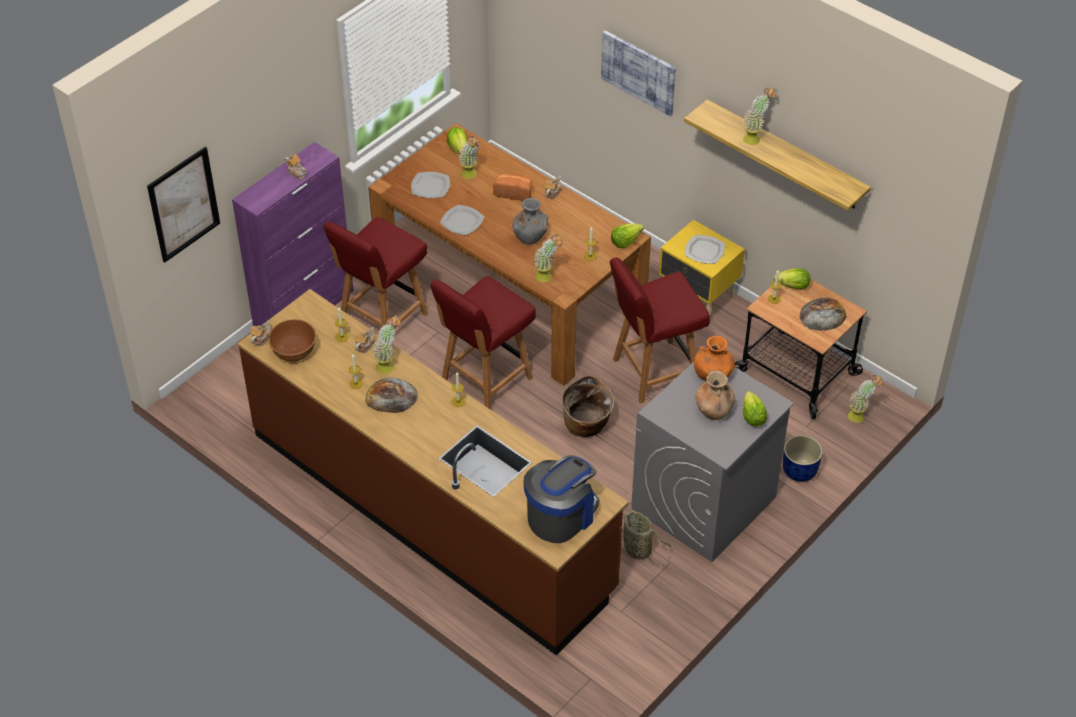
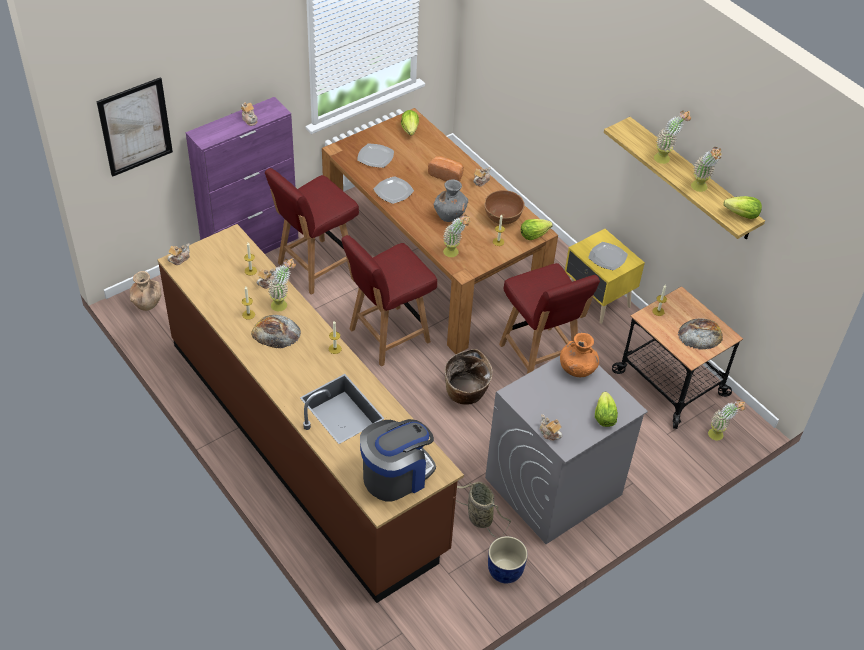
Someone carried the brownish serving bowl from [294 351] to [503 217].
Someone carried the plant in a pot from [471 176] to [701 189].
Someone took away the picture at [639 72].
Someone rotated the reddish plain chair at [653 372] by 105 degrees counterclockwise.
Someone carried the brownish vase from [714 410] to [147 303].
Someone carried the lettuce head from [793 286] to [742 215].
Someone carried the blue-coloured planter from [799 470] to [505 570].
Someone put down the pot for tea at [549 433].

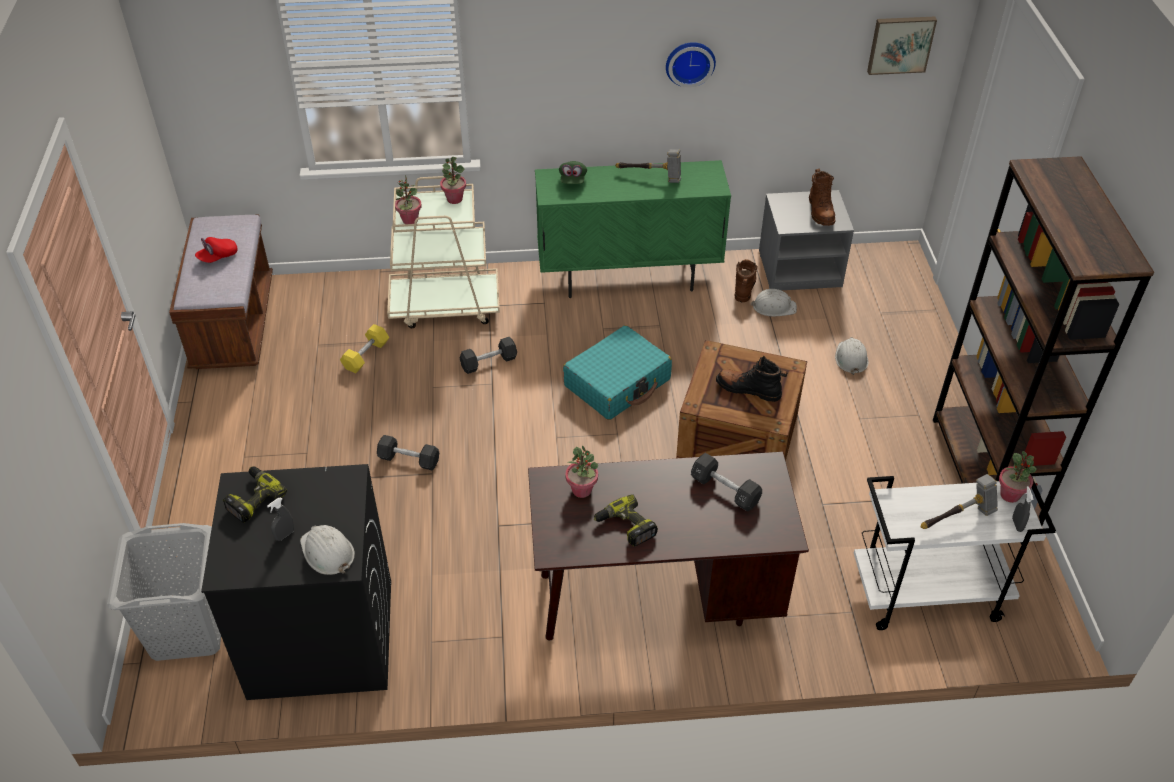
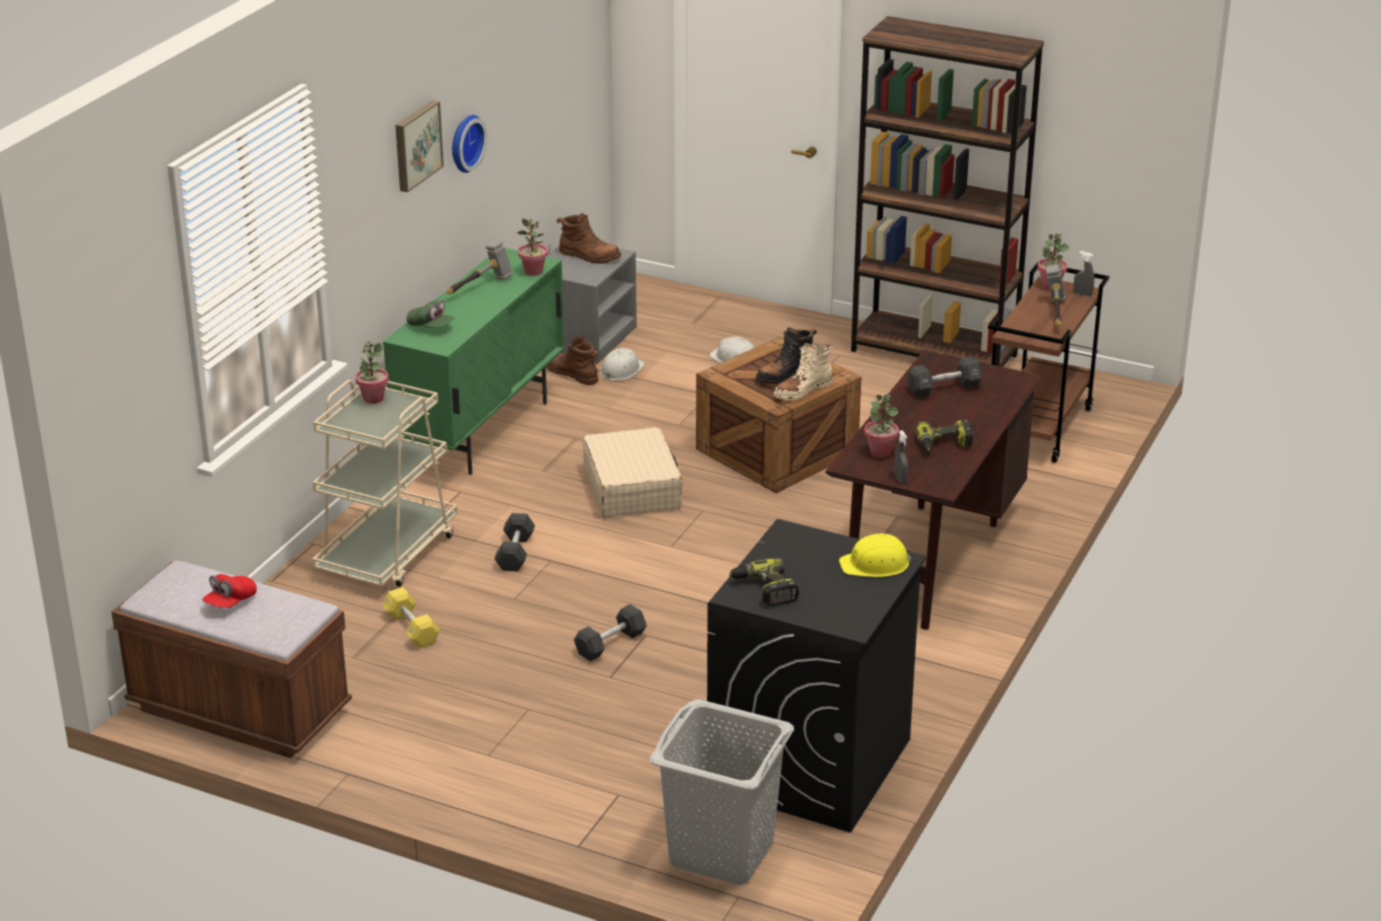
Someone rotated the reddish peaked cap at [218 257] by 45 degrees clockwise.
Someone carried the gray hand sprayer from [285 535] to [900 479].
Someone repainted the whitish safety helmet at [327 552], which became the yellowish safety helmet at [875 564].
Someone carried the plant in a pot from [410 220] to [533 272].
Someone repainted the turquoise suitcase at [617 383], which became the beige suitcase at [632 488].
Someone repainted the whitish cart at [926 595], which became the brownish cart at [1038 429].
Someone carried the picture from [900 44] to [416 145].
Someone put down the beige boot at [802 390].

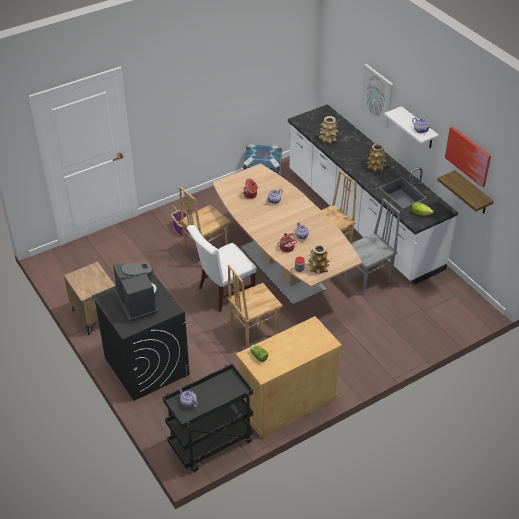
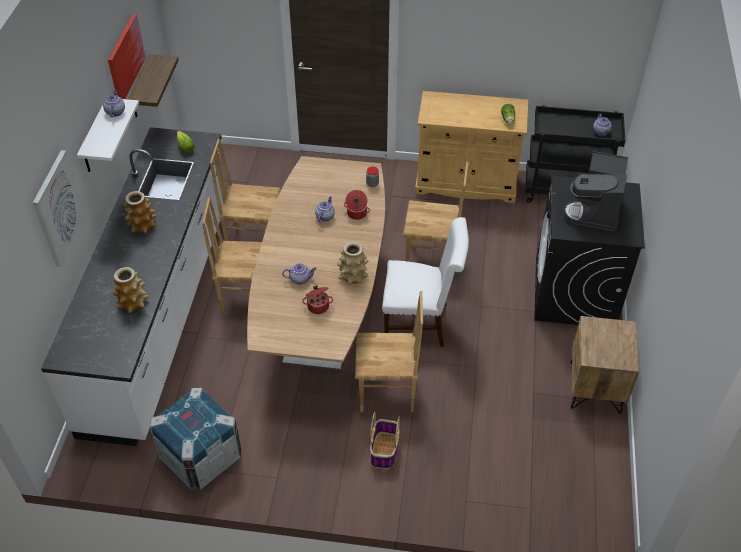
Someone carried the vase from [318 268] to [353 276].
Someone repainted the gray plain chair at [368 280], which became the brownish plain chair at [253 241].

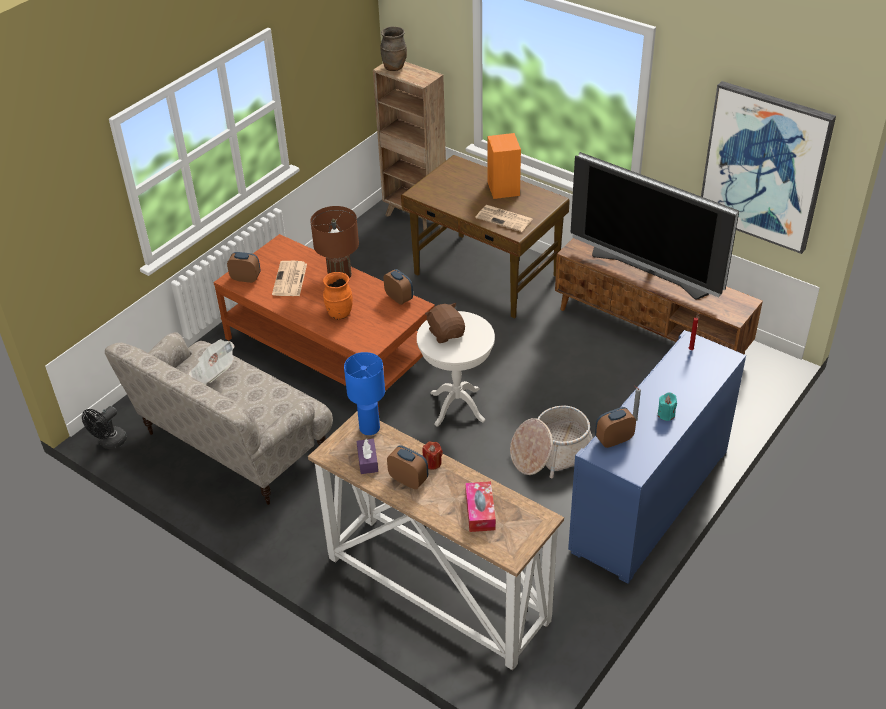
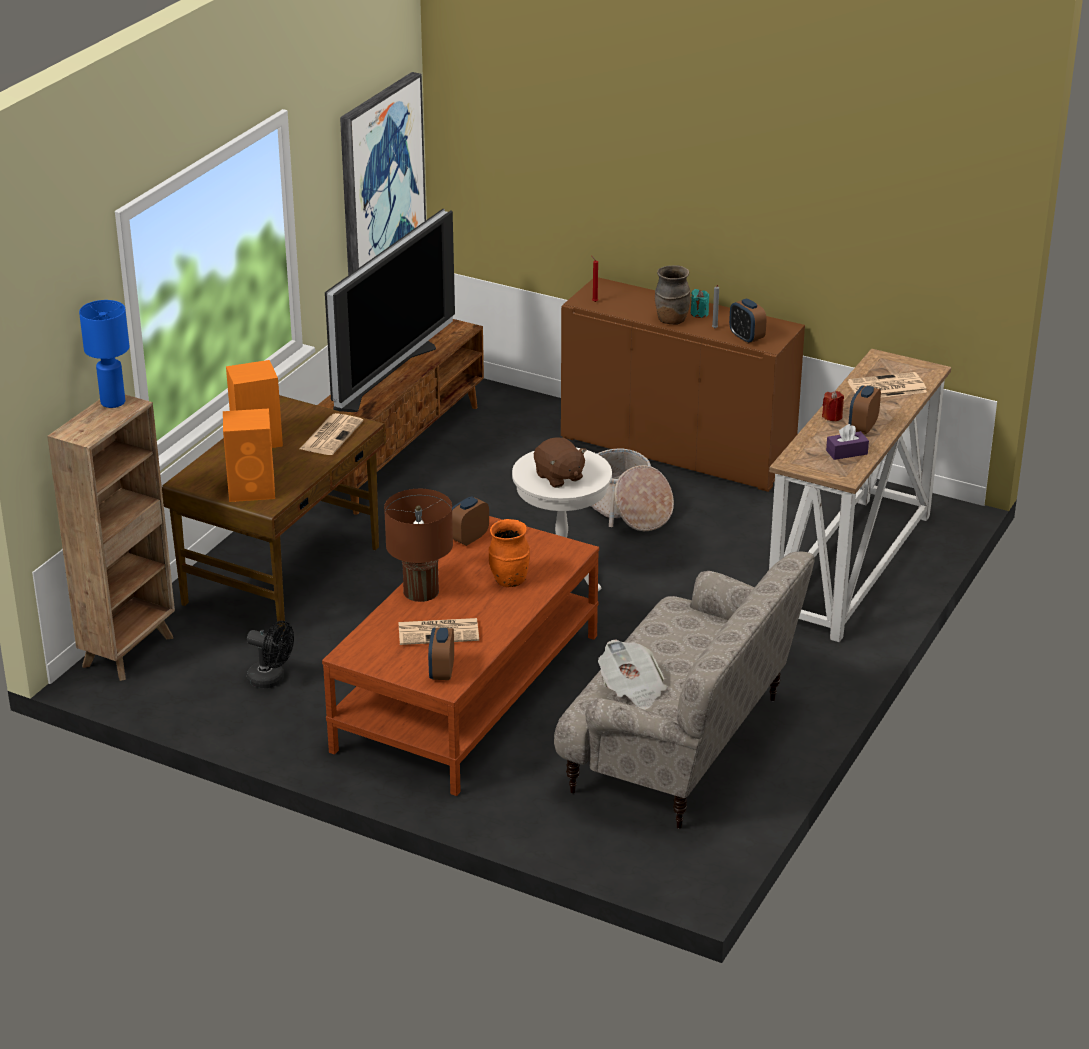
Someone carried the blackish cooling fan from [110 443] to [271 679].
Someone carried the blue-coloured tabletop lamp from [370 428] to [113 402].
Someone carried the brownish vase from [394 67] to [671 320].
Someone rotated the brownish soft toy at [446 333] by 90 degrees counterclockwise.
Someone swapped the tissue box at [480 511] for the daily paper at [886 387].
Someone repainted the blue-coloured cabinet at [650 500], which became the brownish cabinet at [677 449].
Someone put down the orange-coloured speaker at [253 489].

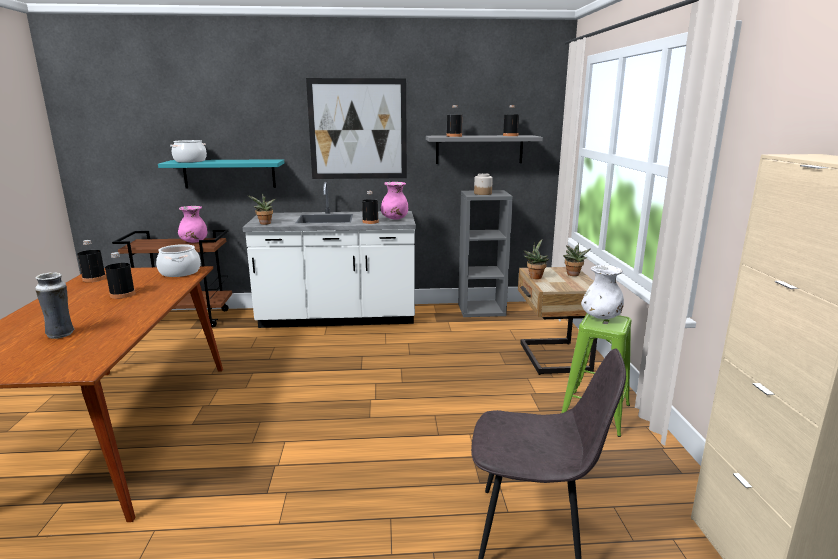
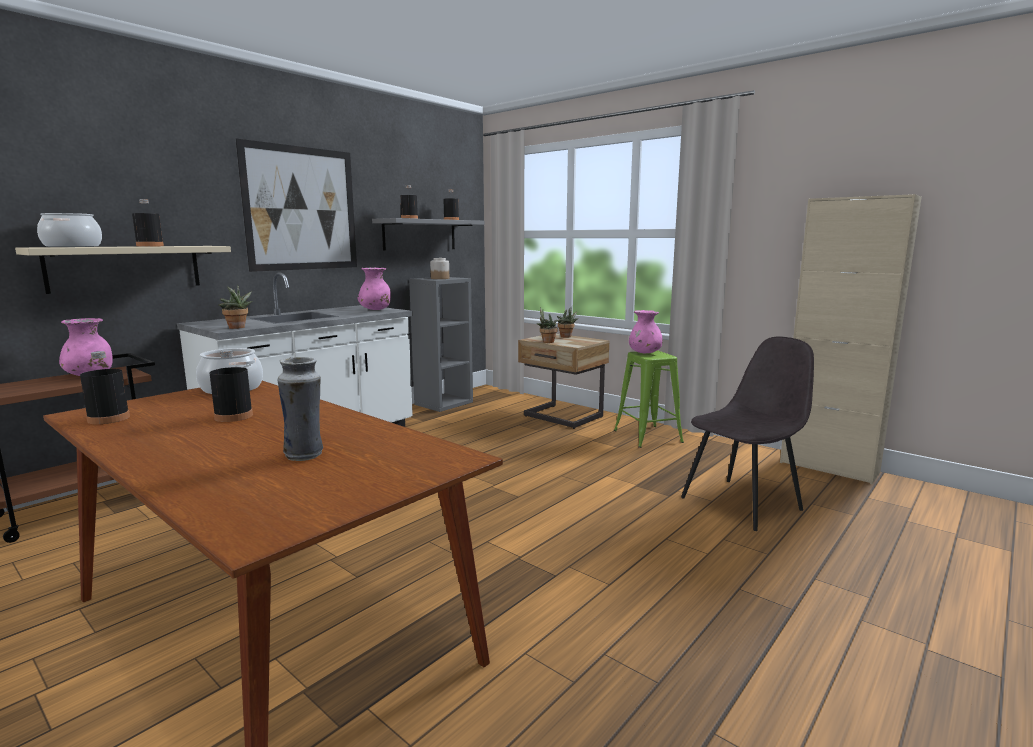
Someone repainted the turquoise bracket shelf at [229 173], which became the beige bracket shelf at [125 268].
Someone carried the blackish drink bottle from [370 222] to [150 246].
Someone repainted the whitish vase at [601 317], which became the pink vase at [644 353].

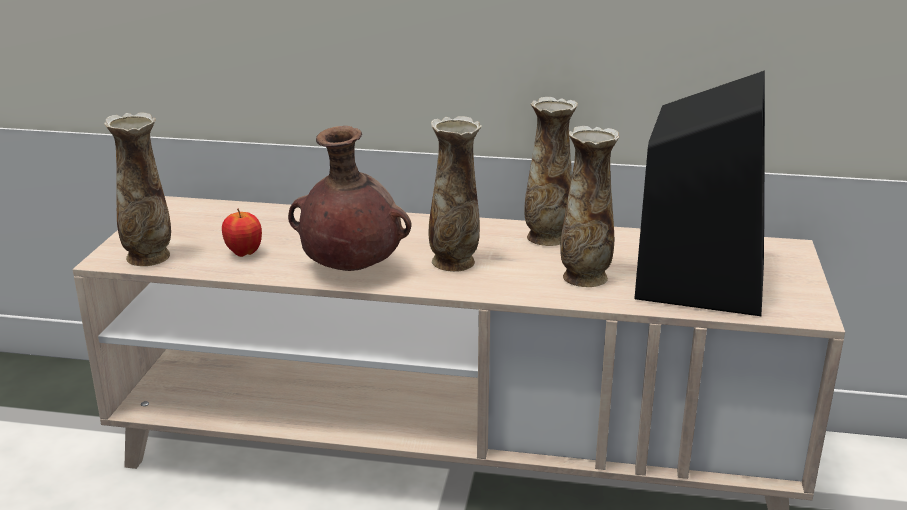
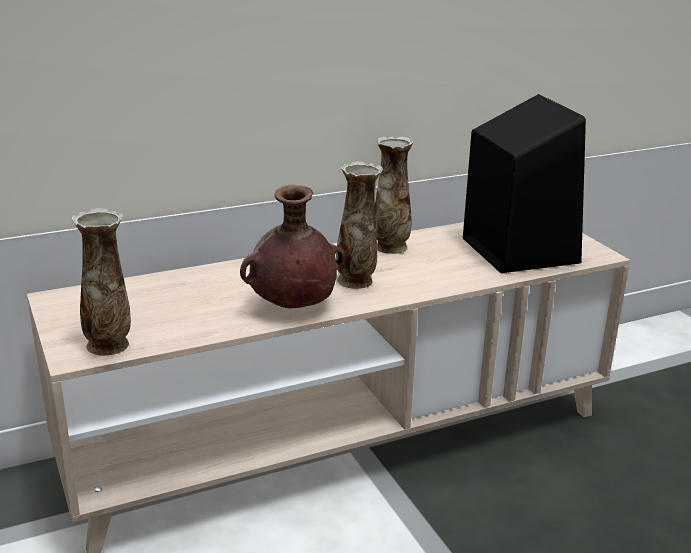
Someone took away the apple fruit at [244 253].
Someone took away the vase at [585 277].

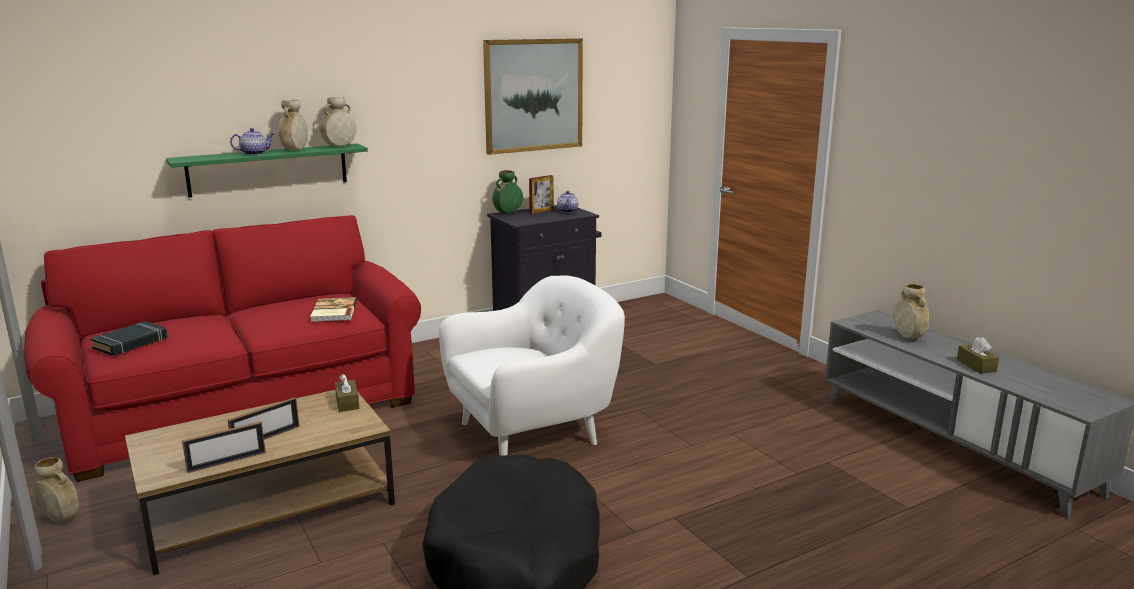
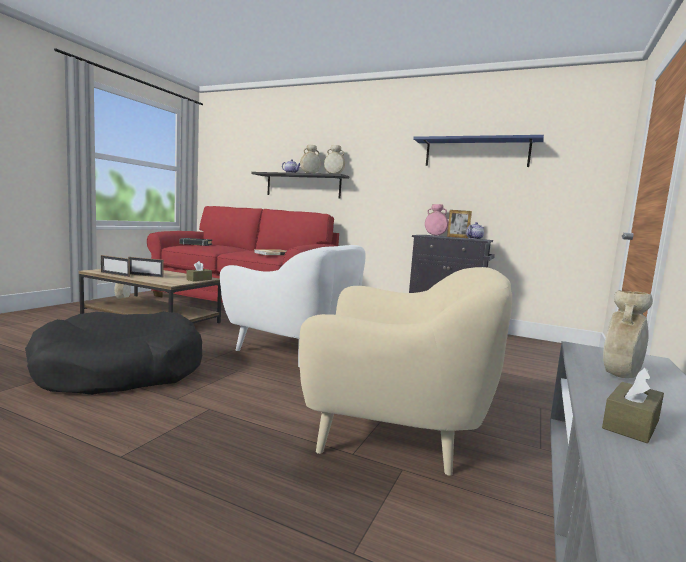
Someone repainted the green-coloured bracket shelf at [268 169], which became the blackish bracket shelf at [303 185].
Someone swapped the picture at [533 95] for the blue-coloured bracket shelf at [476 153].
Someone repainted the green-coloured vase at [508 213], which became the pink vase at [435 235].
Someone put down the beige armchair at [394 432].

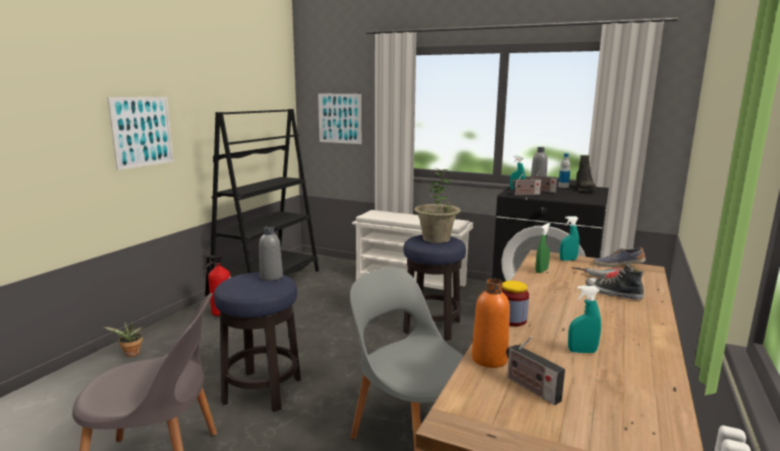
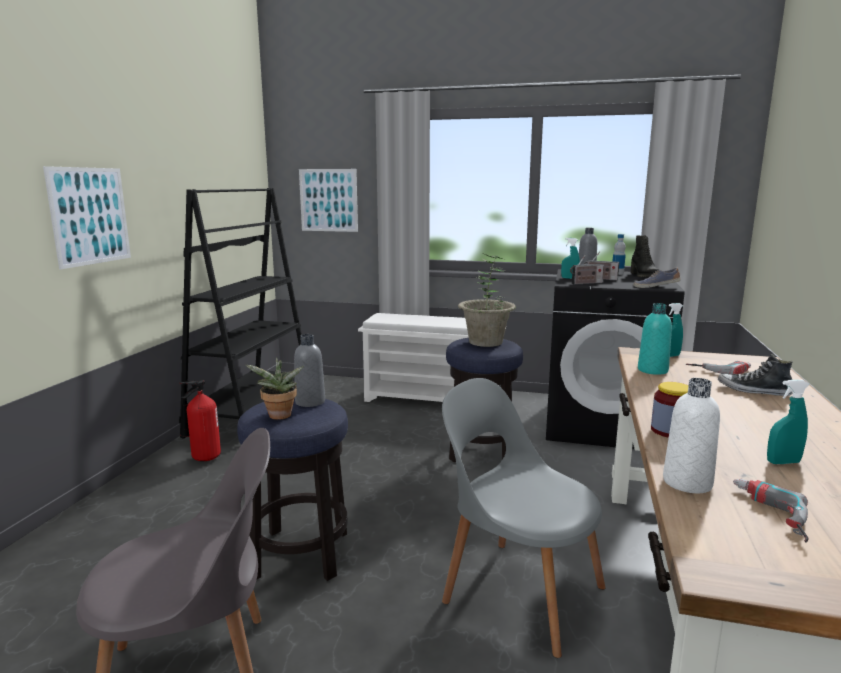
Someone carried the plant in a pot from [131 355] to [279 417].
Someone repainted the orange-coloured drink bottle at [489 359], which became the whitish drink bottle at [687 482].
Someone swapped the radio set at [530 388] for the electric drill at [766 514].
Someone swapped the green-coloured hand sprayer at [541 271] for the turquoise drink bottle at [652 370].
Someone carried the item of footwear from [617 265] to [655 286].

